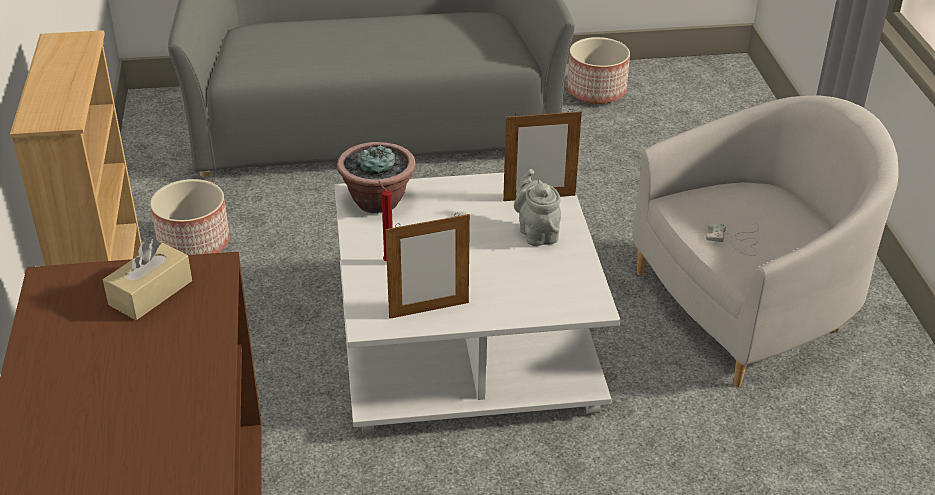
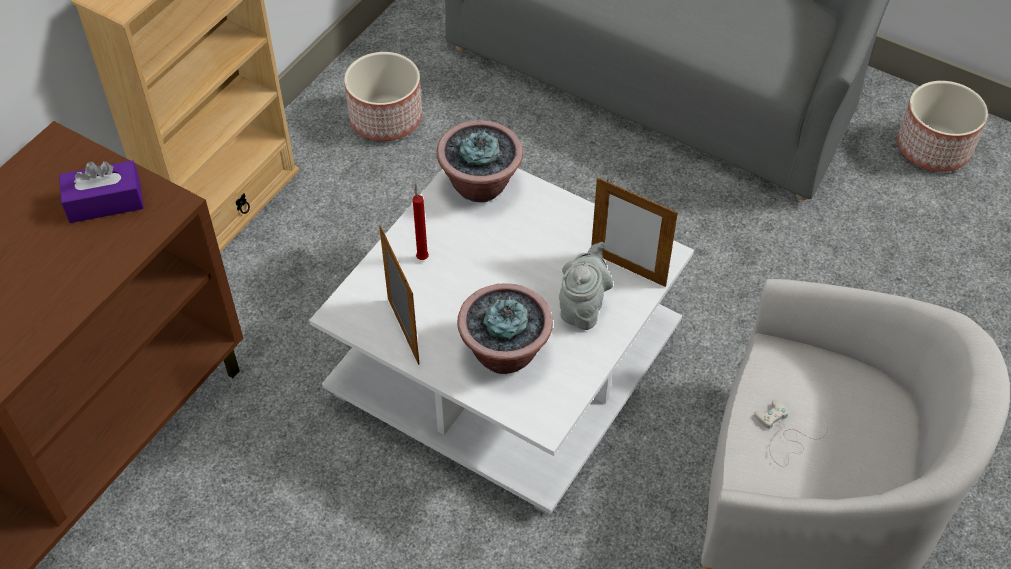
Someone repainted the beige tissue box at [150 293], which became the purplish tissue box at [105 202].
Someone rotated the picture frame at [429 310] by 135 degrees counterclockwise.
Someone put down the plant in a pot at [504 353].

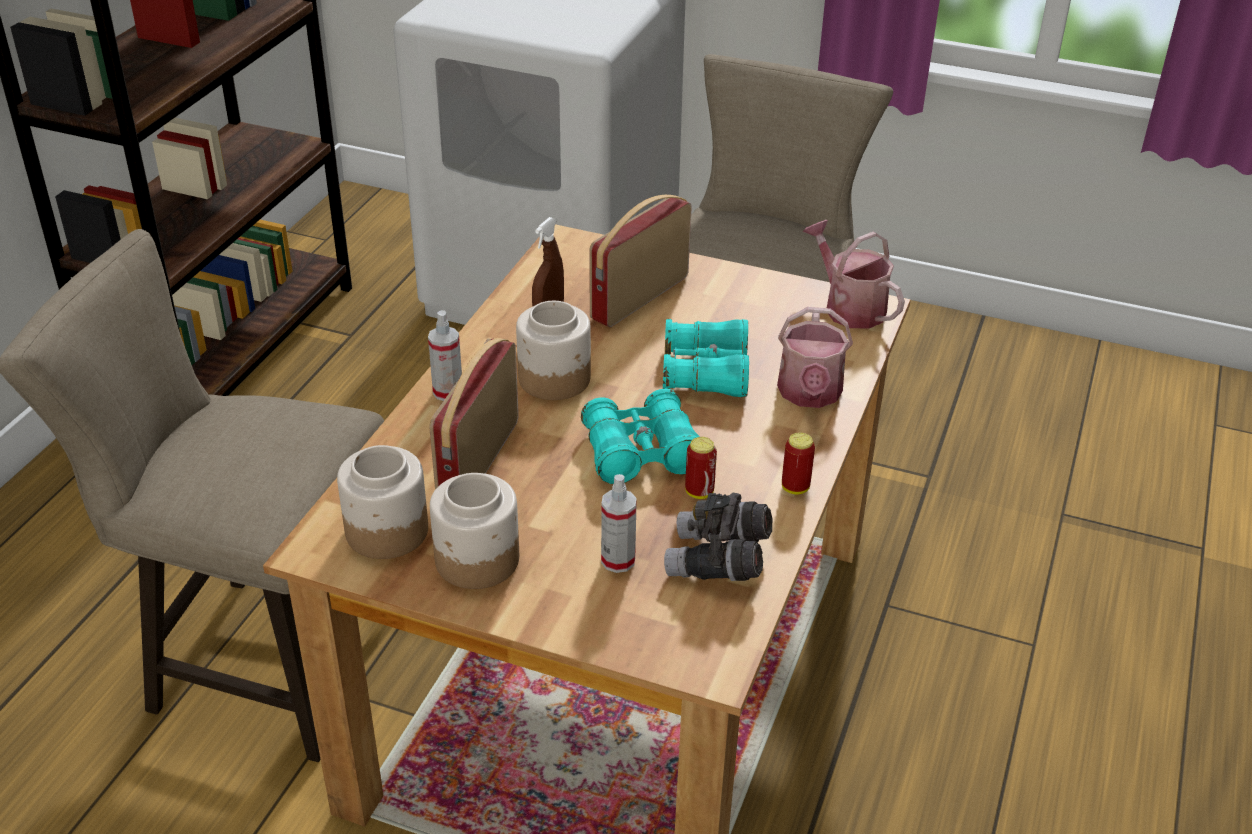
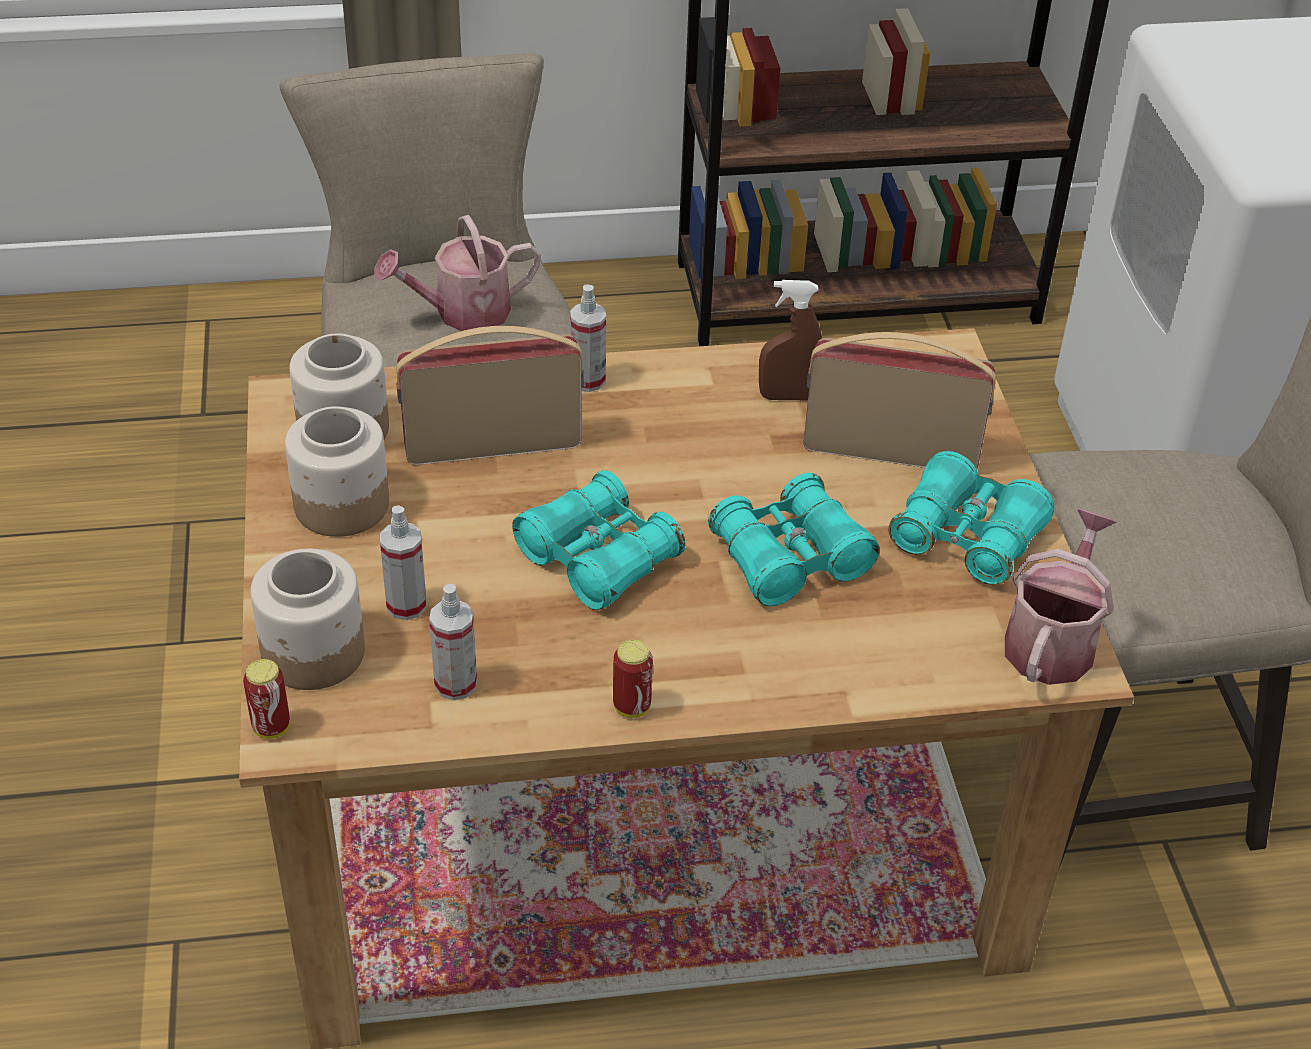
Someone carried the storage jar from [555 379] to [313 654].
Someone swapped the gray pair of binoculars at [718 562] for the hand sprayer at [455 684].
Someone carried the sealed can from [699 492] to [271 727].
Someone carried the watering pot from [809 395] to [462 313].
Someone put down the turquoise pair of binoculars at [966 537].

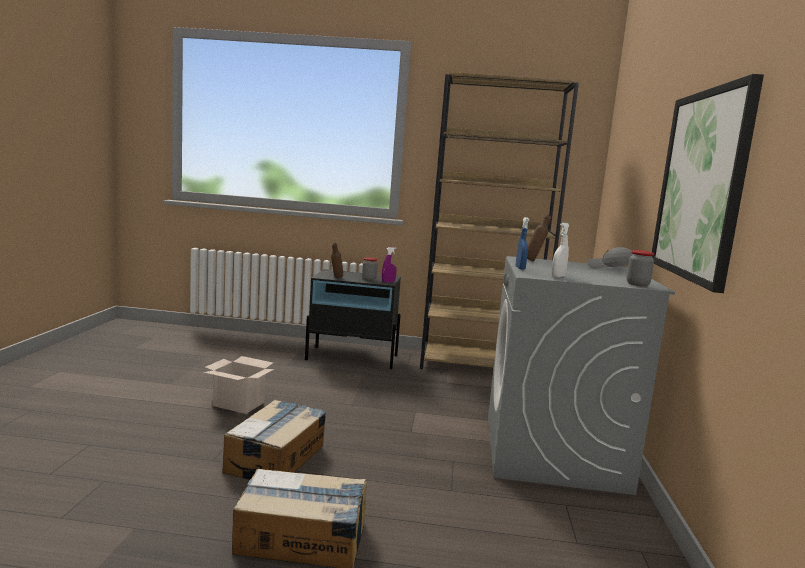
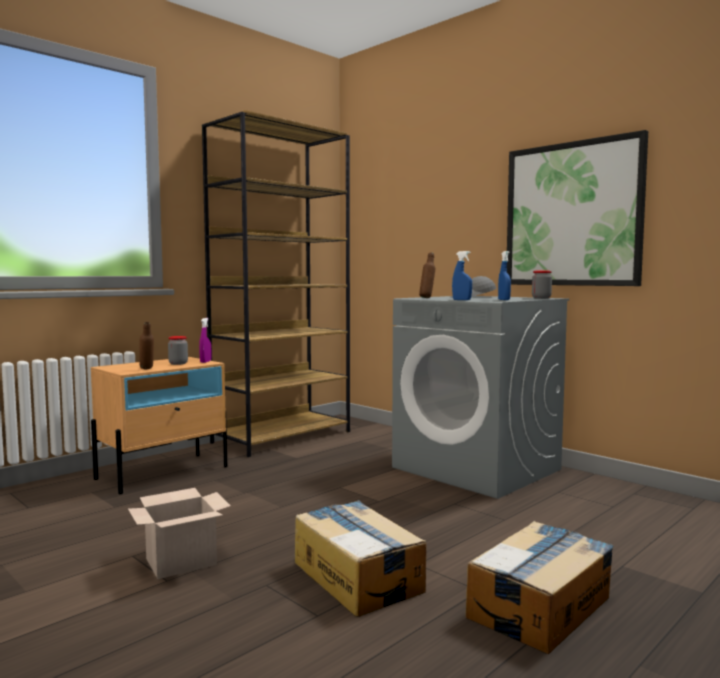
Someone repainted the blackish bedside table at [352 357], which became the beige bedside table at [163 472].
Someone repainted the whitish hand sprayer at [558 276], which became the blue-coloured hand sprayer at [504 300].

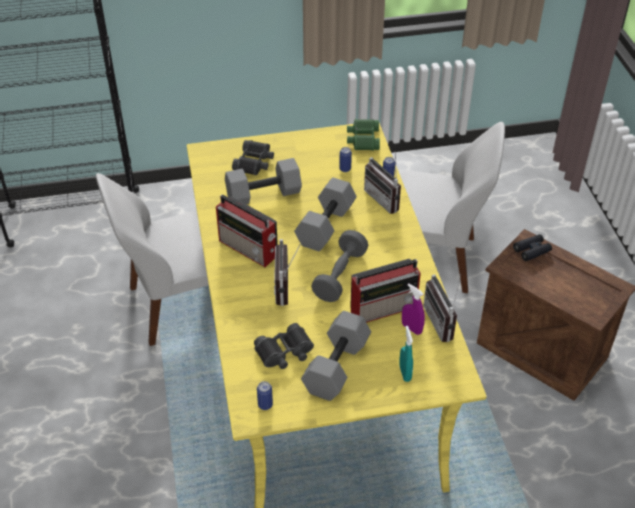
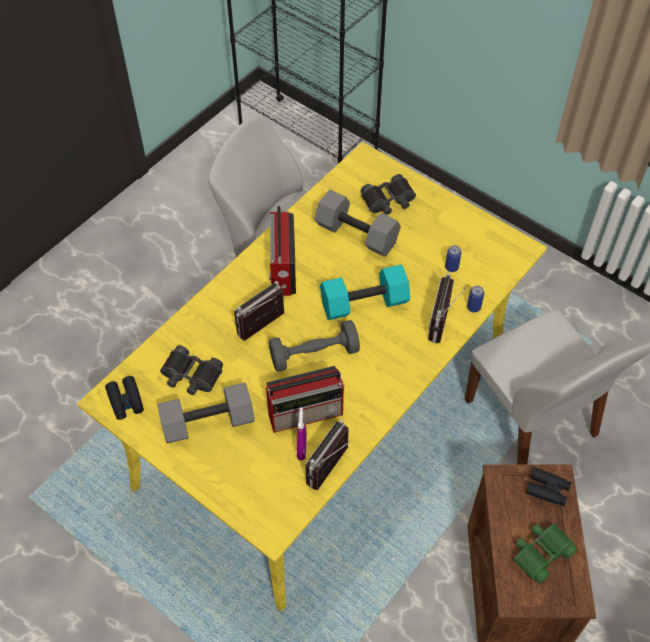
Someone swapped the sealed can at [265 405] for the blackish pair of binoculars at [126 401].
Someone repainted the gray dumbbell at [325 225], which became the turquoise dumbbell at [364 302].
Someone carried the green-coloured pair of binoculars from [363 139] to [541 553].
Someone rotated the radio set at [384 308] by 45 degrees counterclockwise.
Someone took away the turquoise hand sprayer at [405 373].

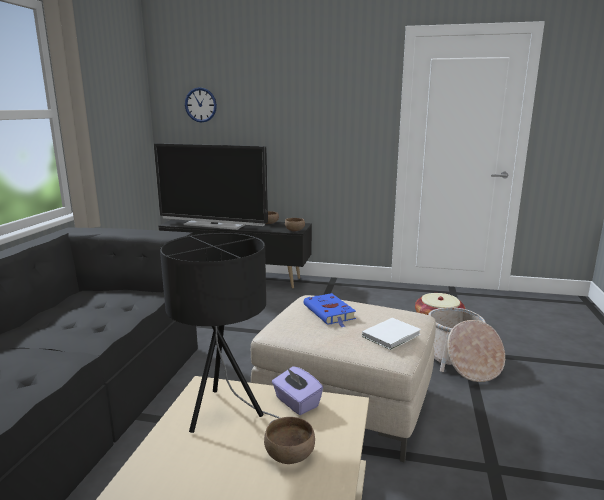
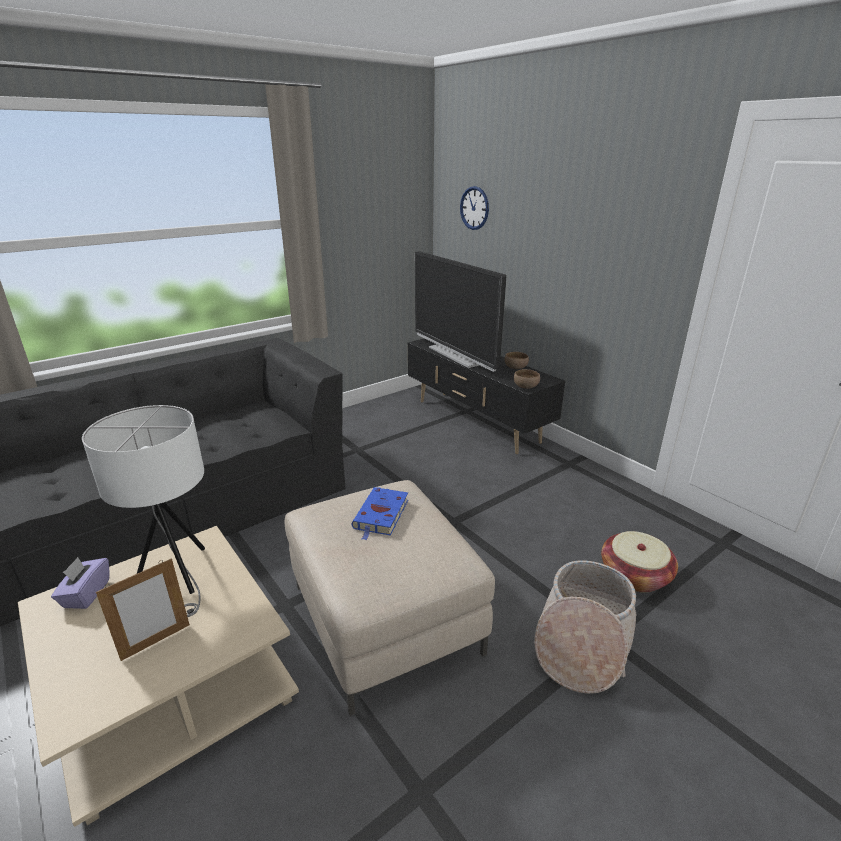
Someone repainted the blackish tabletop lamp at [227 414], which became the whitish tabletop lamp at [179 576].
Someone swapped the brownish serving bowl at [289 454] for the picture frame at [156 642].
Someone carried the purplish tissue box from [296 403] to [86 594].
Someone took away the whitish book at [392 335].

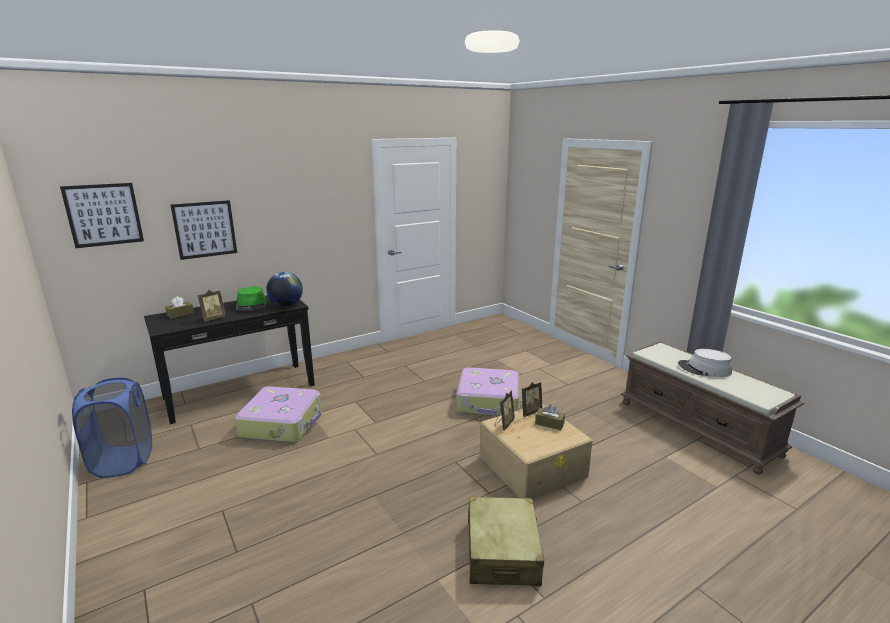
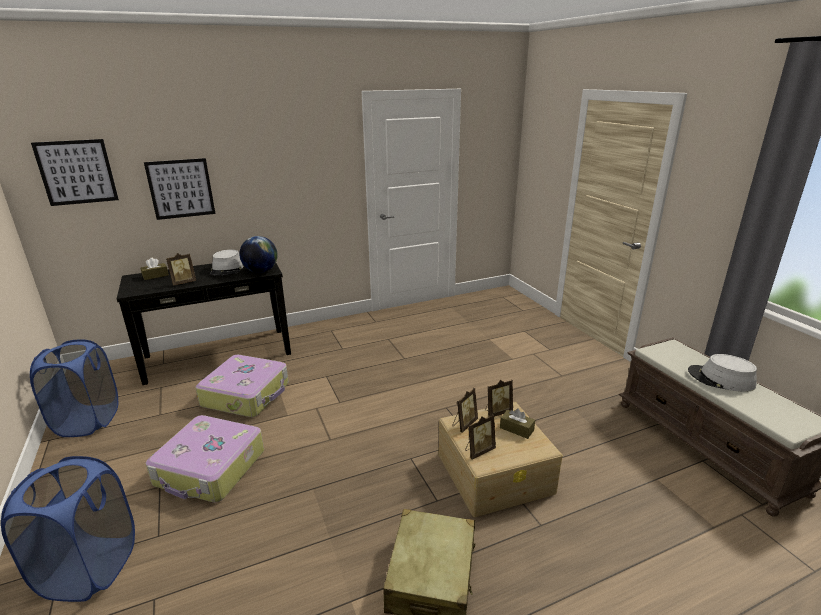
Someone repainted the green-coloured hat at [251 305], which became the gray hat at [227 269].
Someone carried the suitcase from [488 401] to [210 469].
Someone put down the blue-coloured laundry basket at [90 568].
Someone put down the picture frame at [478 451].

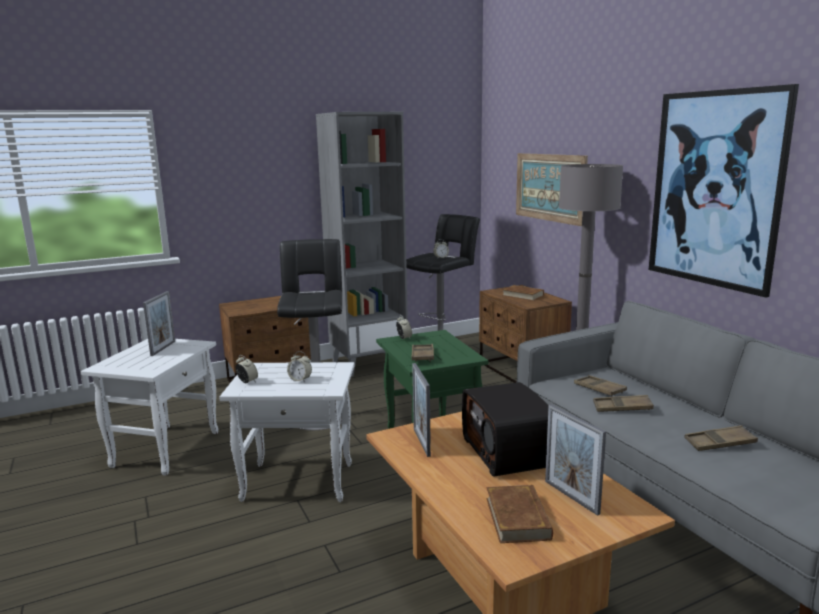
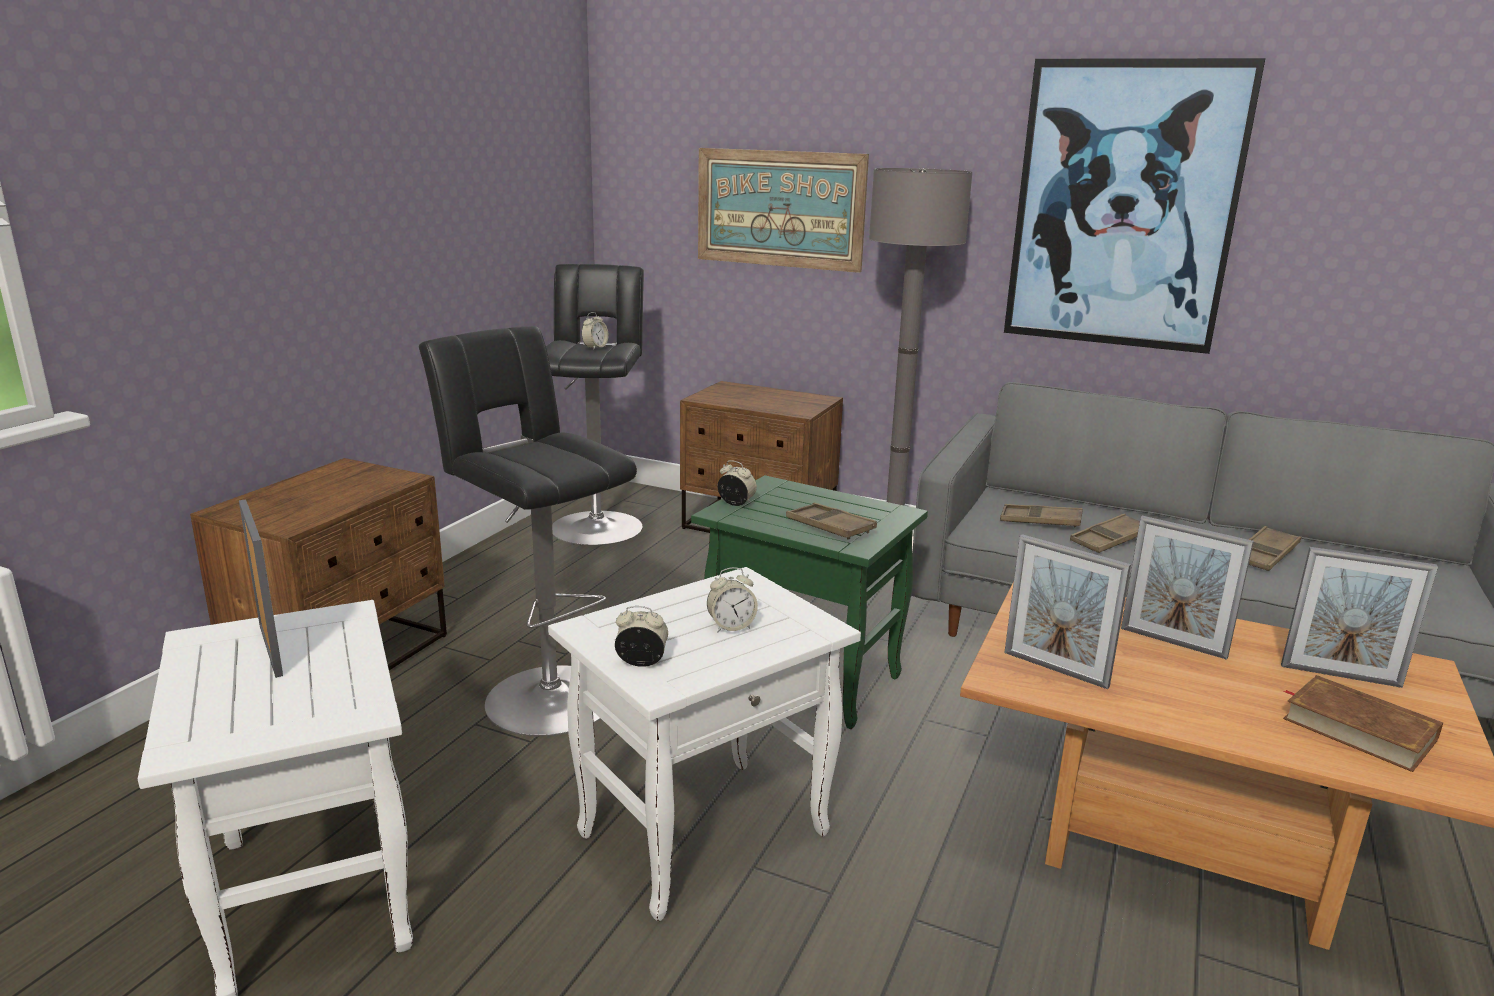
Someone took away the gray bookcase at [368 363].
Someone swapped the radio set at [508 452] for the picture frame at [1173 642].
Someone took away the brownish book at [522 295].

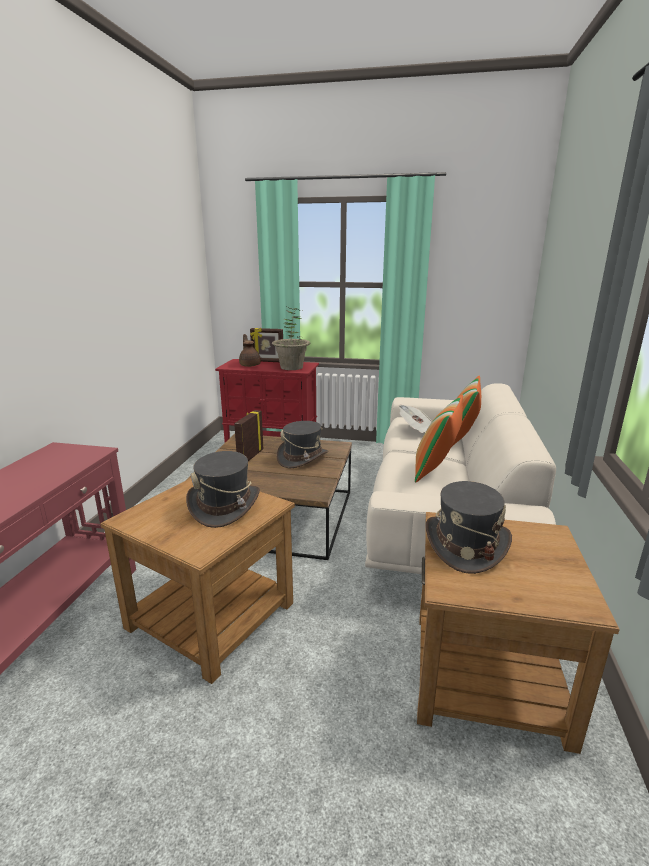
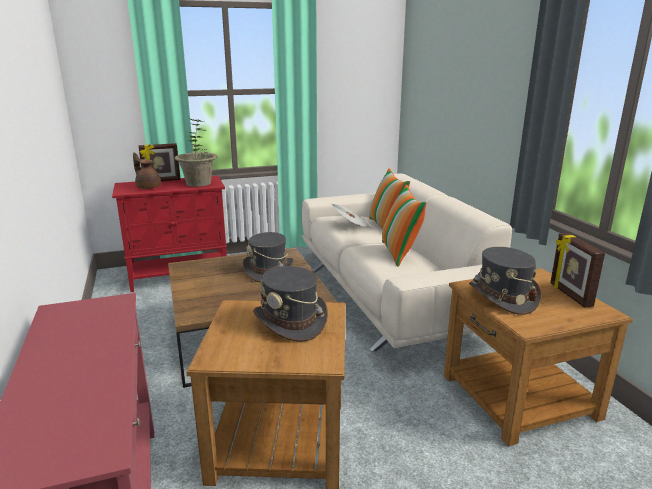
Someone carried the picture frame from [250 456] to [569 295].

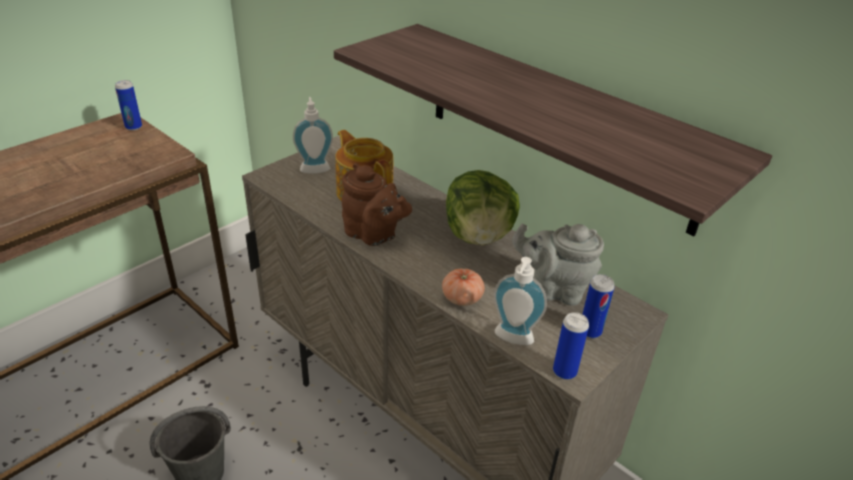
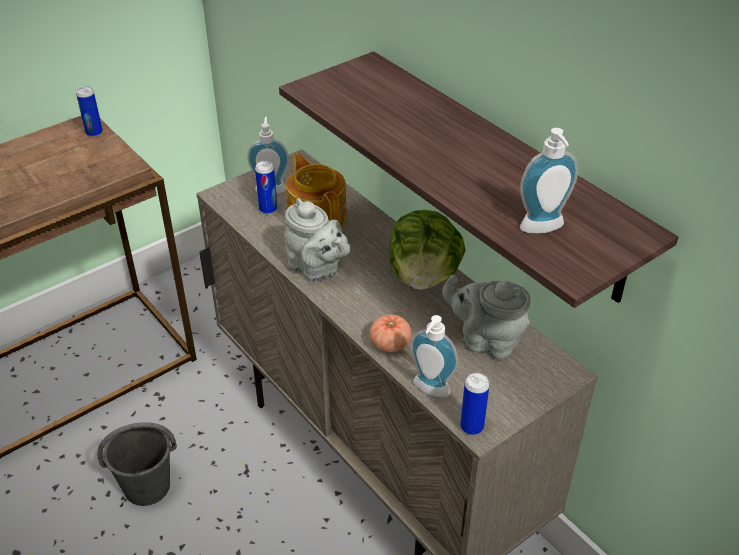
Someone repainted the brownish pot for tea at [373 235], which became the gray pot for tea at [316 269].
Someone carried the sealed can from [590 331] to [268 209].
Someone put down the soap bottle at [544 229].

